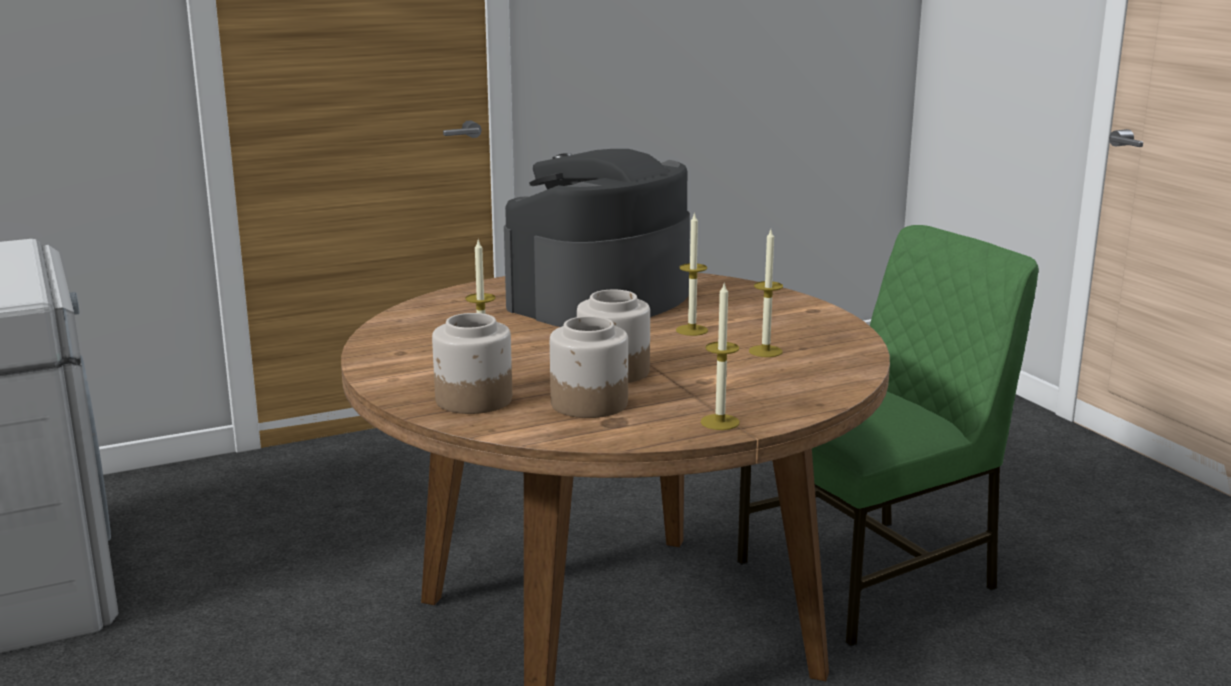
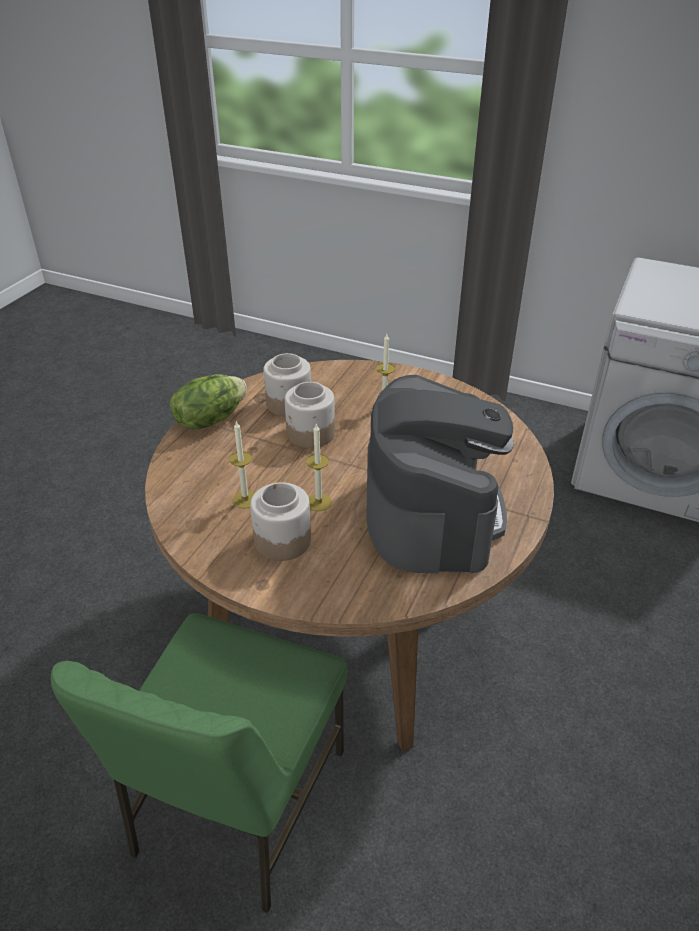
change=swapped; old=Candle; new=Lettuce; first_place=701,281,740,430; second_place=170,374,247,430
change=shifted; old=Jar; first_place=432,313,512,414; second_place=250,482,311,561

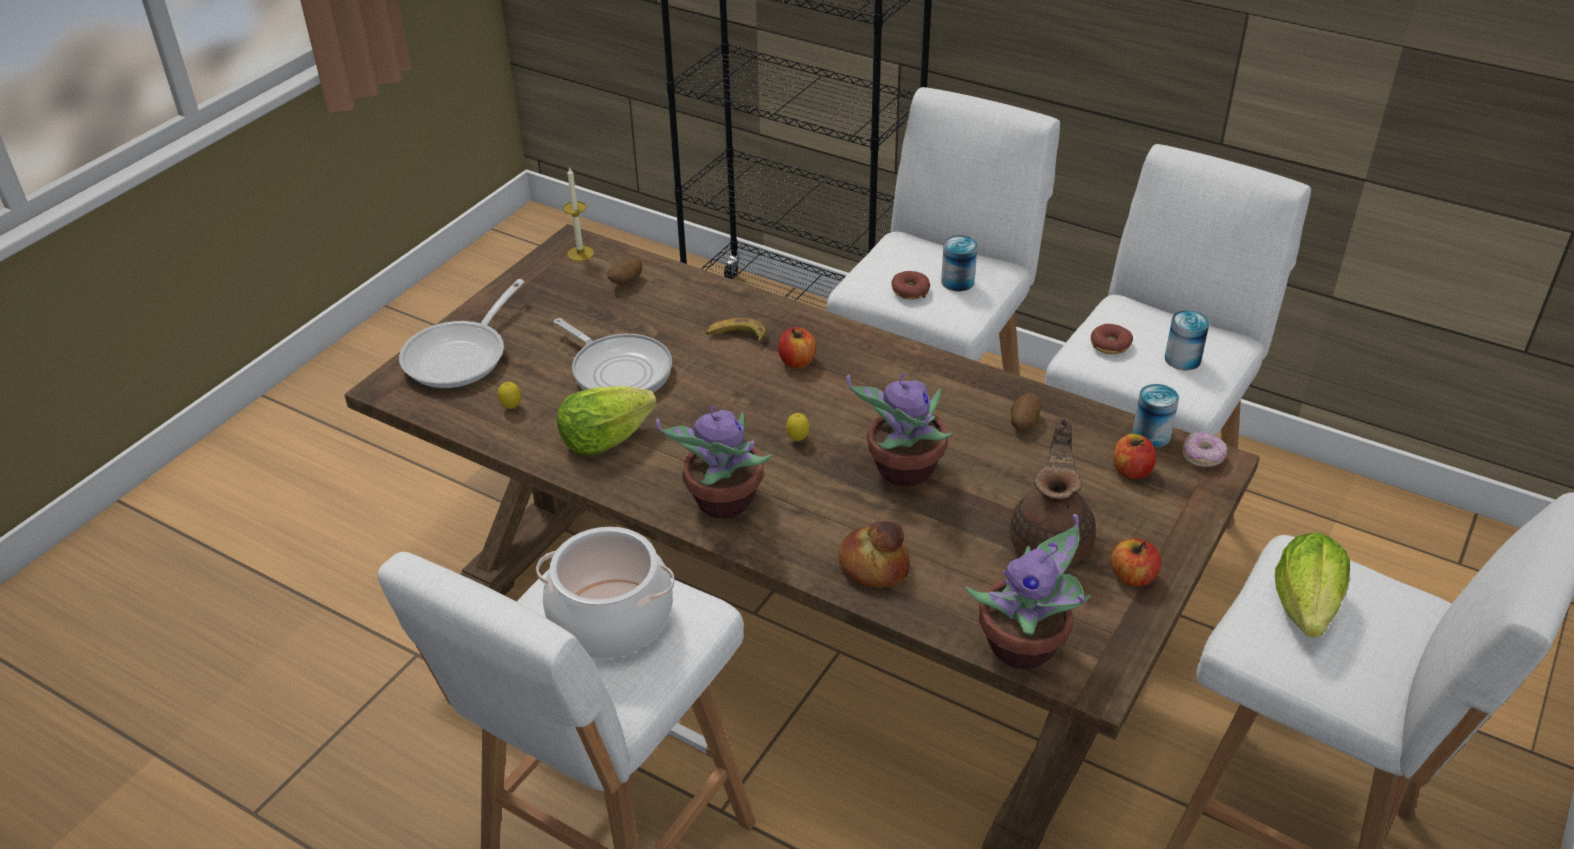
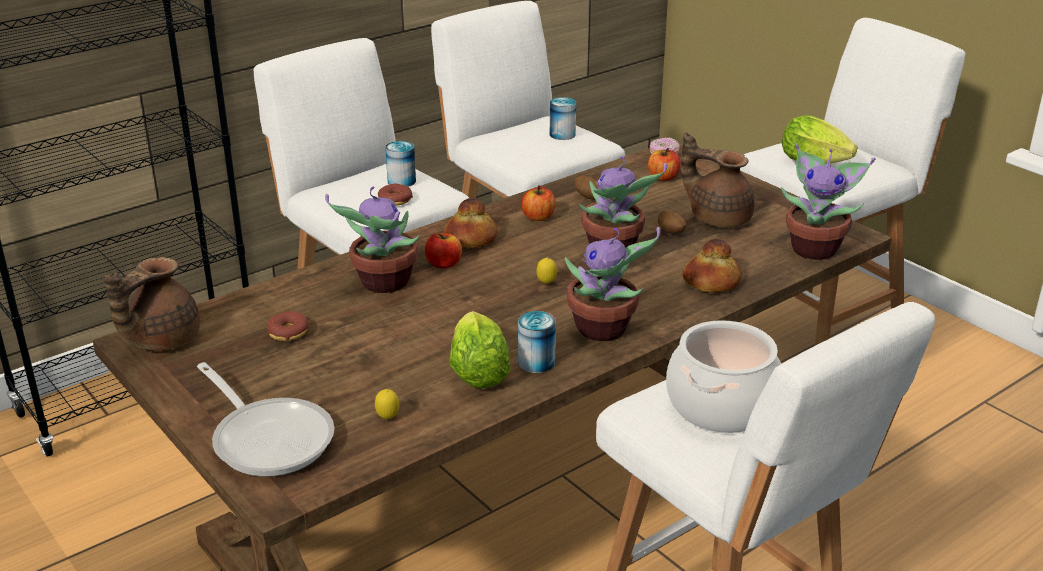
change=swapped; old=Candle; new=BrownTeapot; first_place=563,166,594,261; second_place=104,257,200,351
change=shifted; old=Potato; first_place=607,258,642,284; second_place=658,210,687,234
change=gone; old=FryingPan; first_place=553,318,672,393
change=swapped; old=Banana; new=PottedPlant; first_place=706,318,767,344; second_place=325,186,420,293
change=shifted; old=Donut; first_place=1091,324,1133,354; second_place=267,311,309,341
change=shifted; old=Can; first_place=1132,384,1179,448; second_place=518,311,556,373
change=shifted; old=Apple; first_place=1111,538,1161,587; second_place=522,185,555,221
change=new; new=Bread; second_place=443,198,498,249

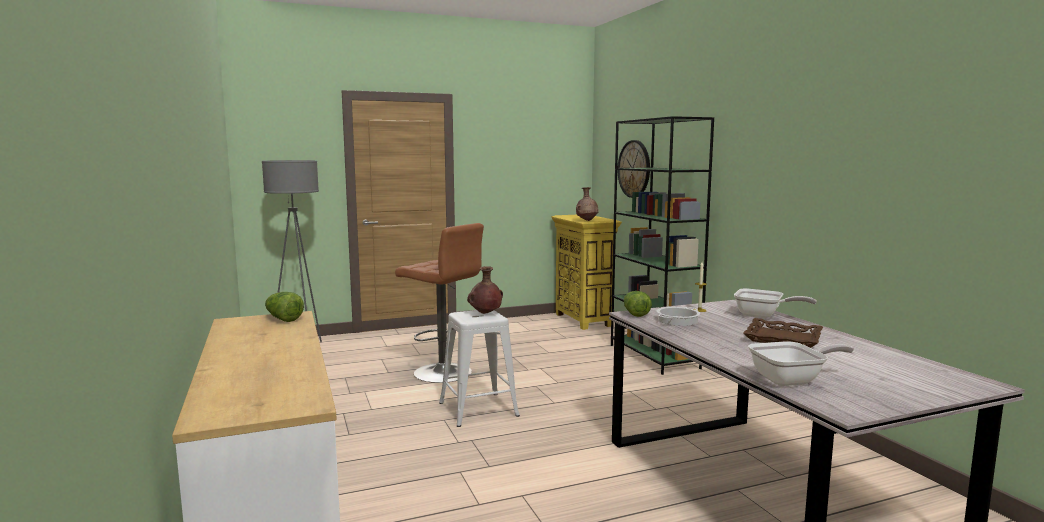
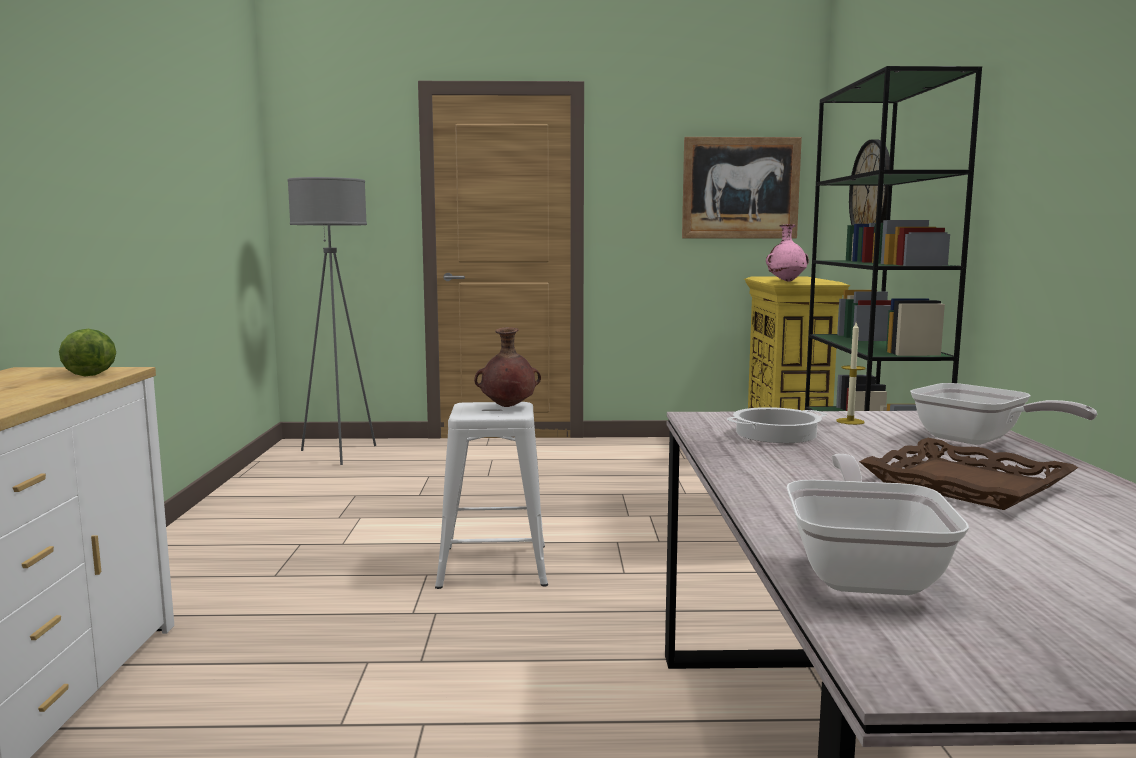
change=repainted; old=BrownVase; new=PinkVase; first_place=576,187,599,221; second_place=766,224,809,282
change=gone; old=BrownStool; first_place=395,223,484,383
change=gone; old=Lettuce; first_place=624,291,652,317
change=rotated; old=FryingPan; first_place=748,342,854,386; second_place=786,454,969,595; degrees=-90
change=new; new=Picture; second_place=682,137,802,238

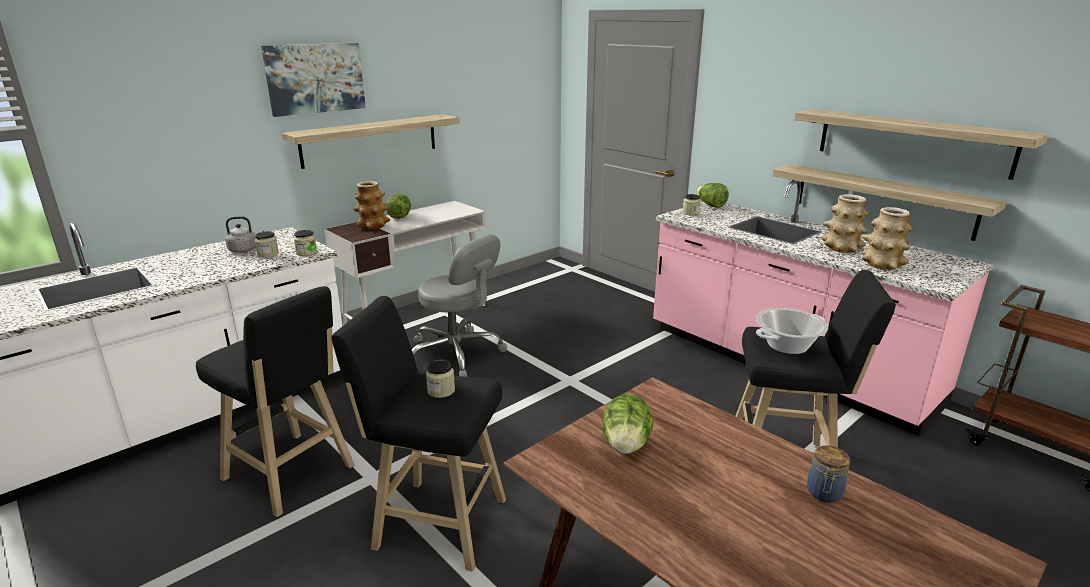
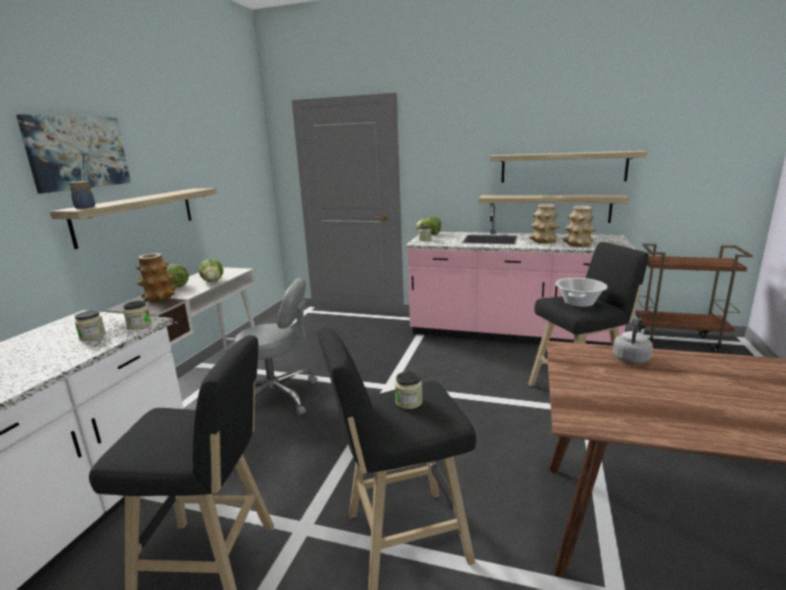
change=shifted; old=GreyKettle; first_place=225,216,264,253; second_place=613,318,653,364
change=shifted; old=Lettuce; first_place=602,394,653,454; second_place=199,259,223,282
change=shifted; old=Jar; first_place=807,446,850,503; second_place=69,181,95,209

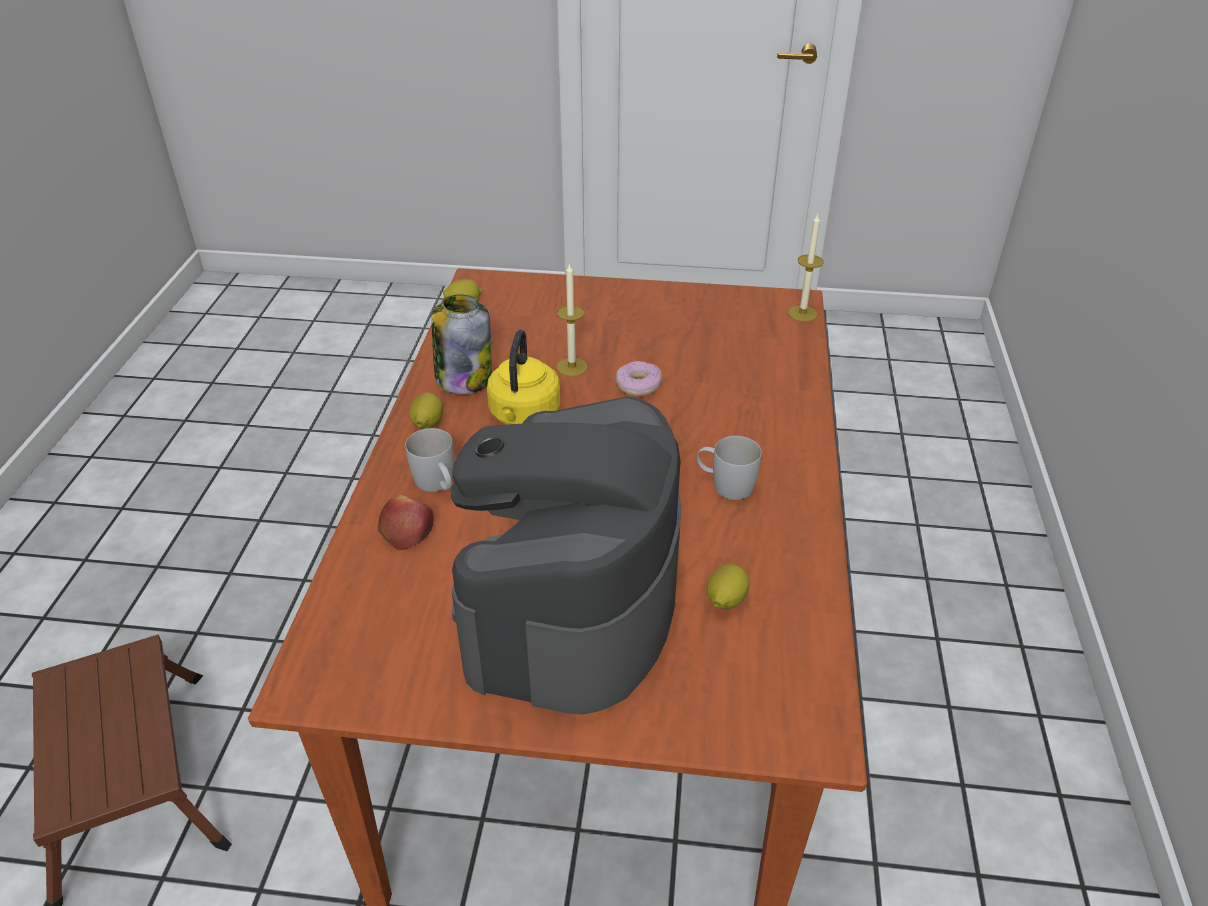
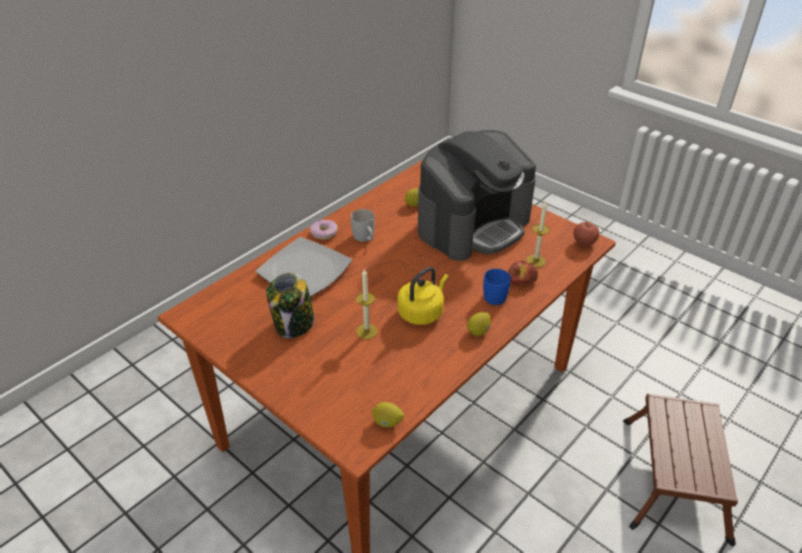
change=shifted; old=Candle; first_place=788,214,824,322; second_place=526,200,550,267
change=shifted; old=Jar; first_place=431,294,492,394; second_place=266,273,315,338
change=shifted; old=Donut; first_place=615,361,663,396; second_place=310,220,338,240
change=repainted; old=WhiteMug; new=BlueMug; first_place=405,428,454,492; second_place=483,269,511,305
change=new; new=Apple; second_place=574,222,599,247
change=new; new=Plate; second_place=256,237,352,297

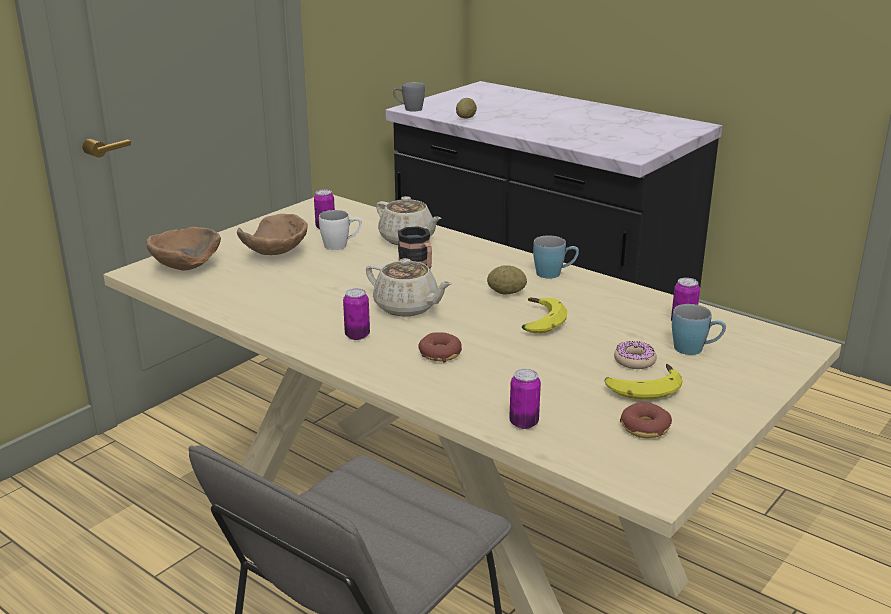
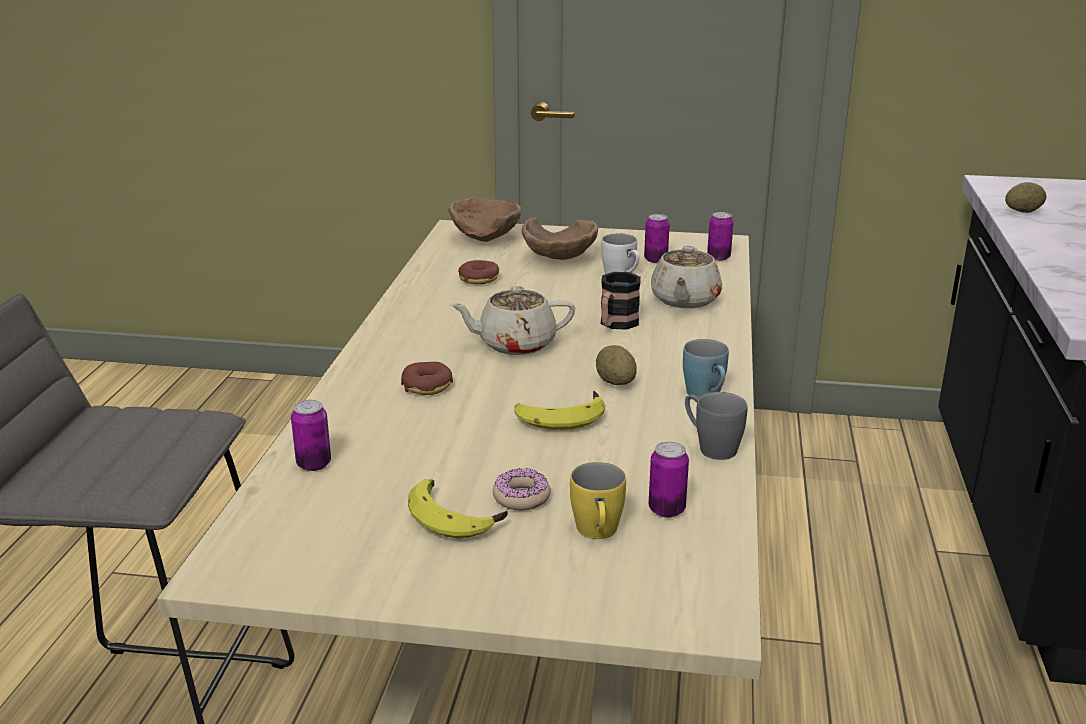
change=shifted; old=GreyMug; first_place=393,82,425,111; second_place=685,392,748,460
change=rotated; old=BeigeTeapot; first_place=366,258,452,316; second_place=450,286,575,355; degrees=75
change=shifted; old=Can; first_place=343,288,370,340; second_place=707,212,734,261
change=repainted; old=BlueMug; new=YellowMug; first_place=672,304,726,355; second_place=570,462,626,539
change=shifted; old=Donut; first_place=620,402,672,438; second_place=458,260,499,284

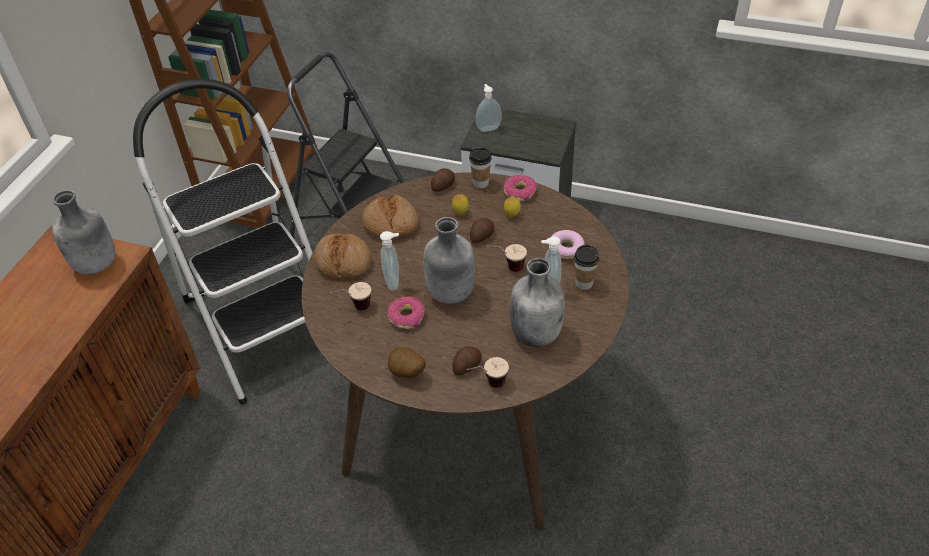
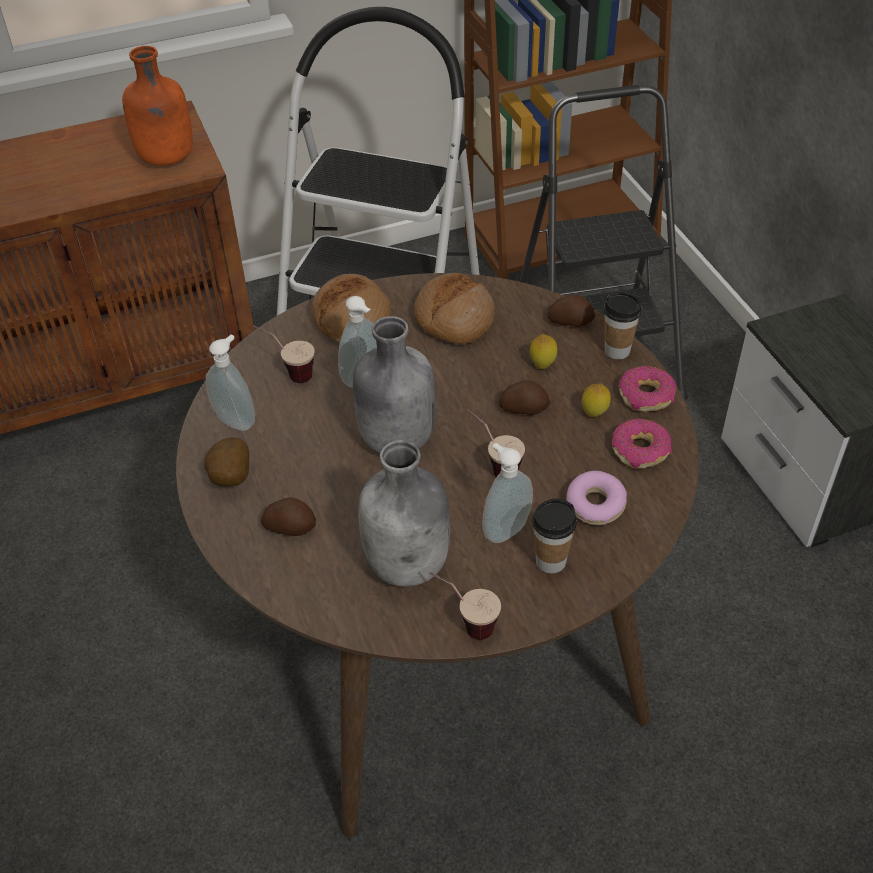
change=shifted; old=SoapDispenser; first_place=476,84,502,132; second_place=206,335,255,431
change=repainted; old=GreyBottle; new=OrangeBottle; first_place=52,190,115,274; second_place=122,46,193,166
change=shifted; old=Donut; first_place=388,296,425,329; second_place=612,419,672,469
change=shifted; old=Cup; first_place=467,357,509,388; second_place=428,571,501,640

